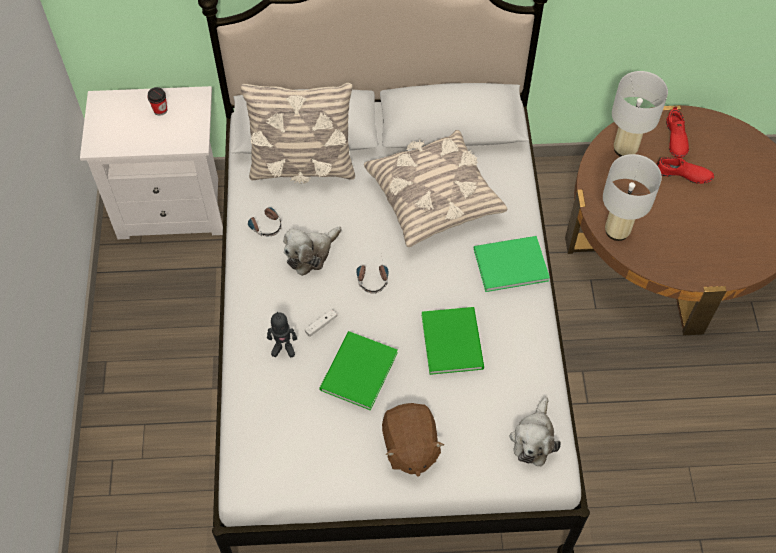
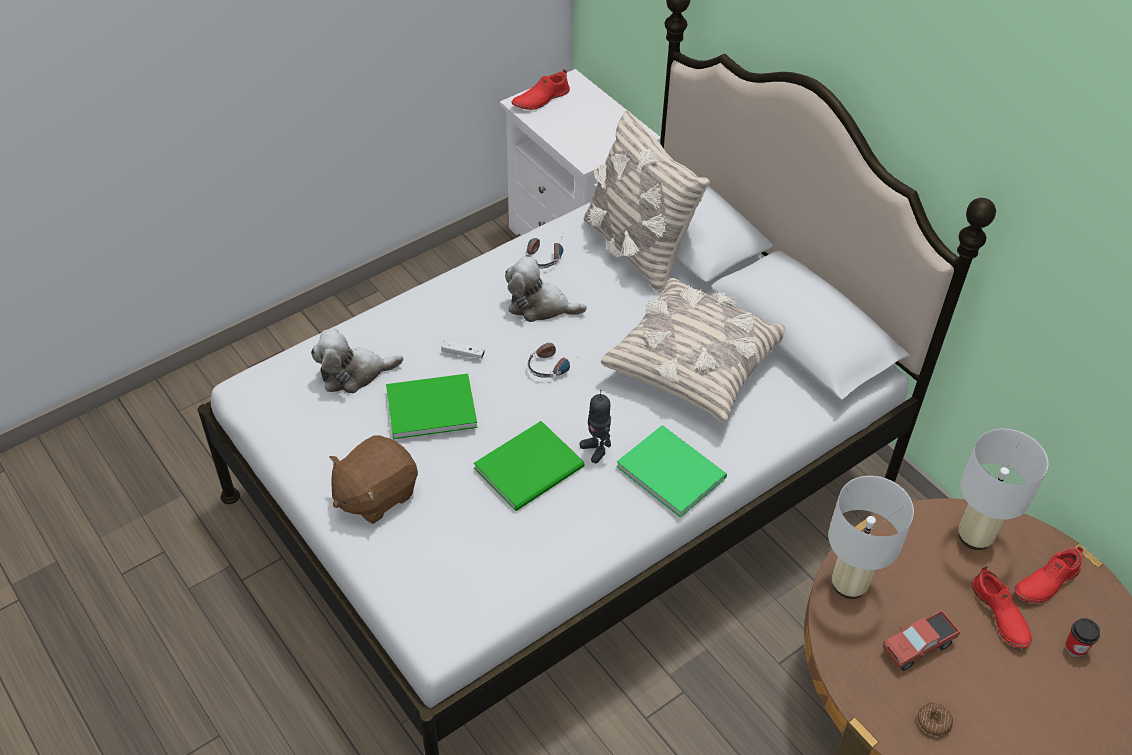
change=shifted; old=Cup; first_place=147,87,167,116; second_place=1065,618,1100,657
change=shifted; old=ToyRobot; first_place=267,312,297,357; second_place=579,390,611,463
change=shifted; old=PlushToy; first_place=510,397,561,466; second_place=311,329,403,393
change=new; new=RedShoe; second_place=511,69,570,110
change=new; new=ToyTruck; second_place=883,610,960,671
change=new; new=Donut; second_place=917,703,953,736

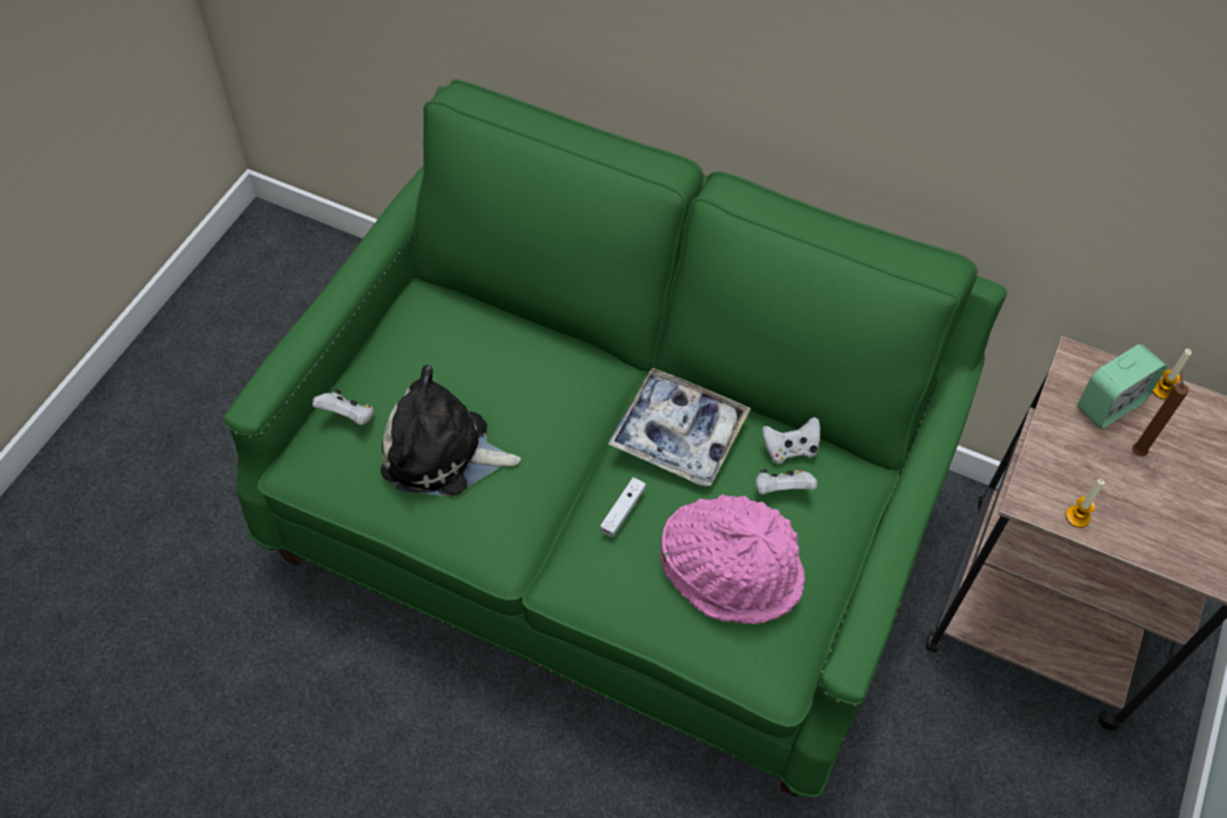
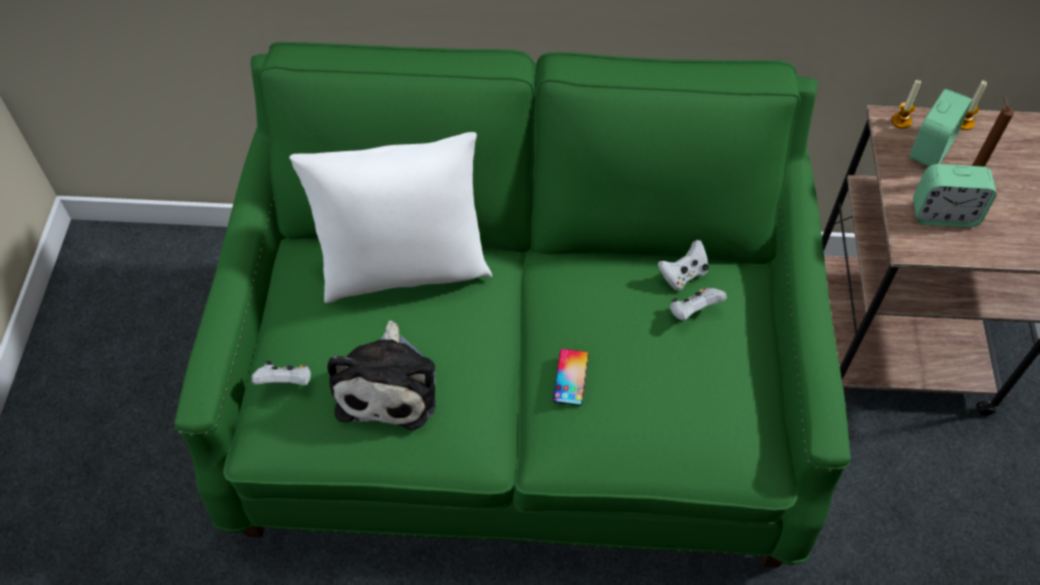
change=rotated; old=PlushToy; first_place=381,365,521,496; second_place=327,321,436,430; degrees=-75
change=gone; old=Tray; first_place=608,368,751,487
change=swapped; old=WhiteGameController; new=Phone; first_place=600,477,646,537; second_place=553,349,589,406
change=shifted; old=Candle; first_place=1066,479,1105,528; second_place=892,80,921,129
change=gone; old=PinkHat; first_place=660,494,805,624
change=new; new=WhitePillow; second_place=289,132,492,303
change=new; new=AlarmClock; second_place=913,164,997,227

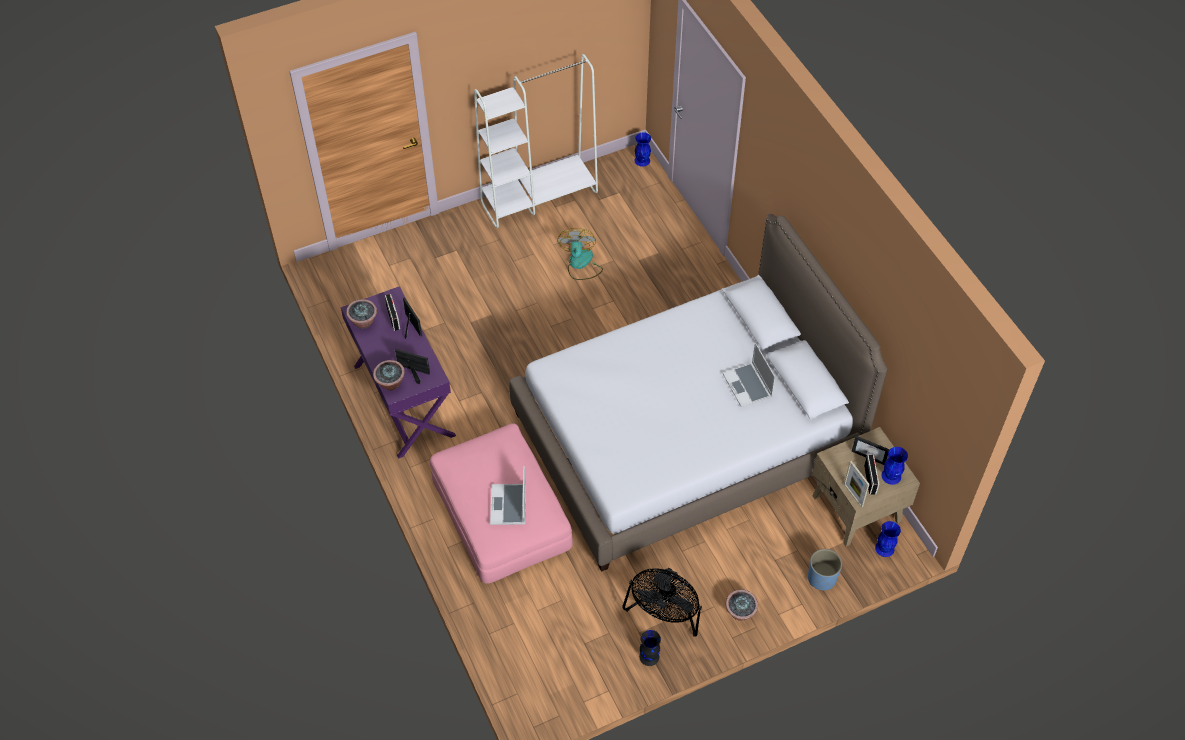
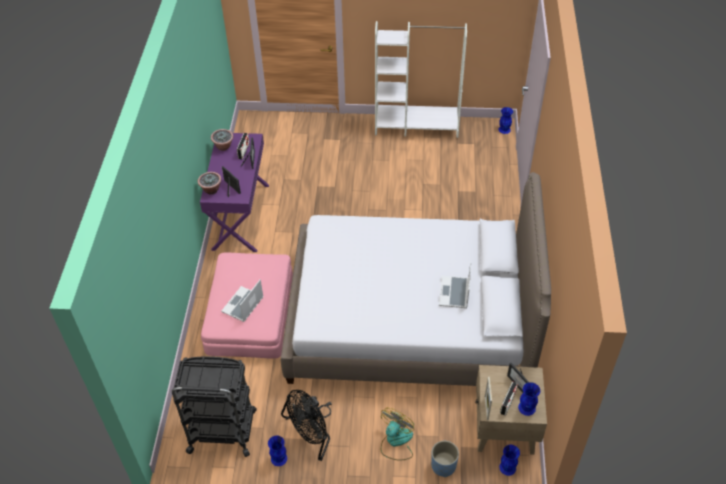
change=shifted; old=Fan; first_place=557,228,603,280; second_place=381,408,414,461
change=gone; old=PottedPlant; first_place=726,589,758,621
change=repainted; old=BlackVase; new=BlueVase; first_place=639,630,661,666; second_place=268,435,287,466
change=new; new=BlackCart; second_place=172,356,257,457

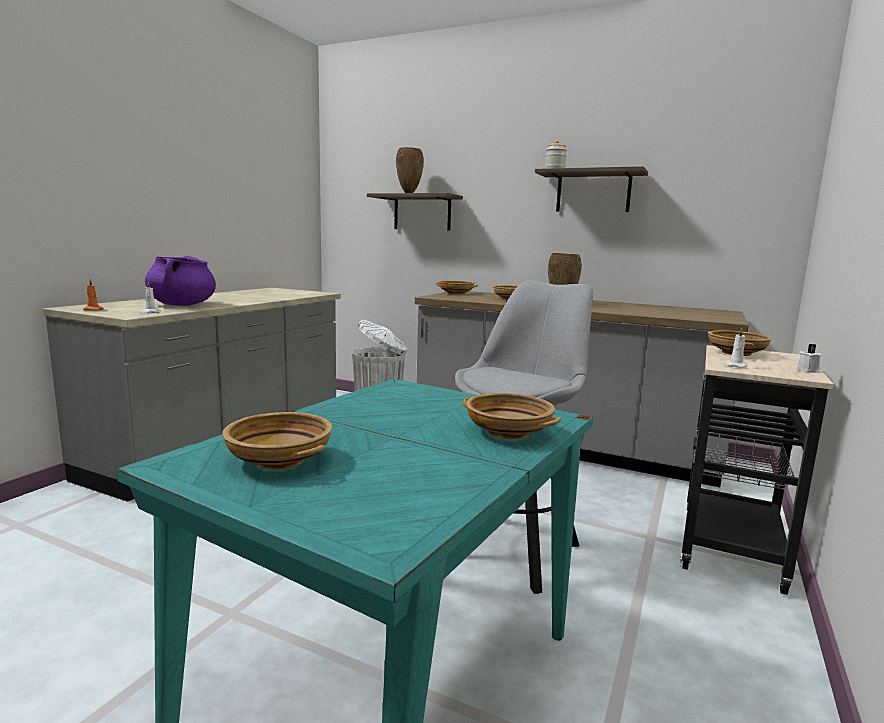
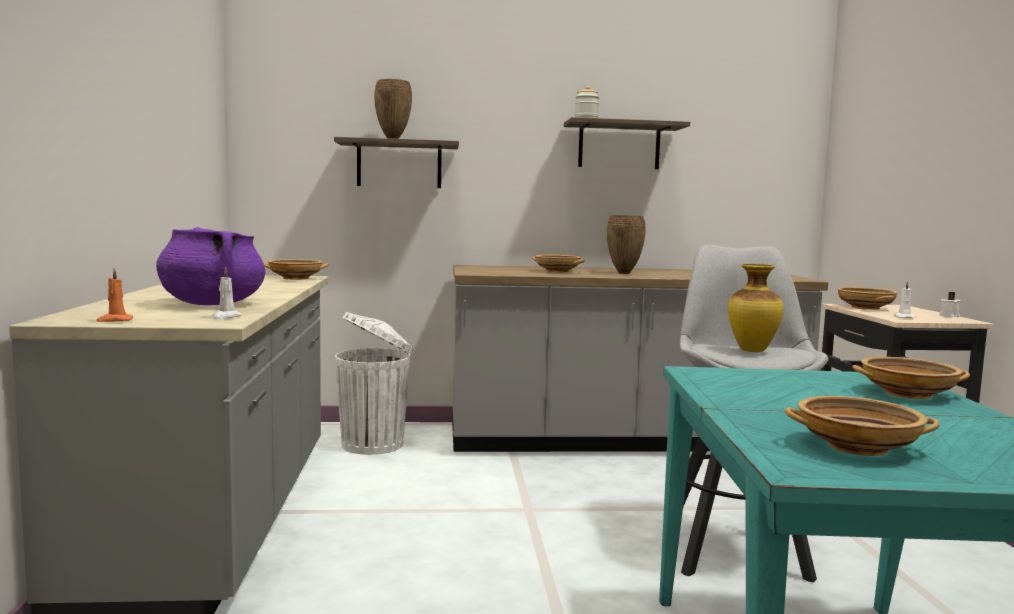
change=shifted; old=BeigeBowl; first_place=436,281,478,295; second_place=264,259,329,280
change=new; new=Vase; second_place=728,264,783,352

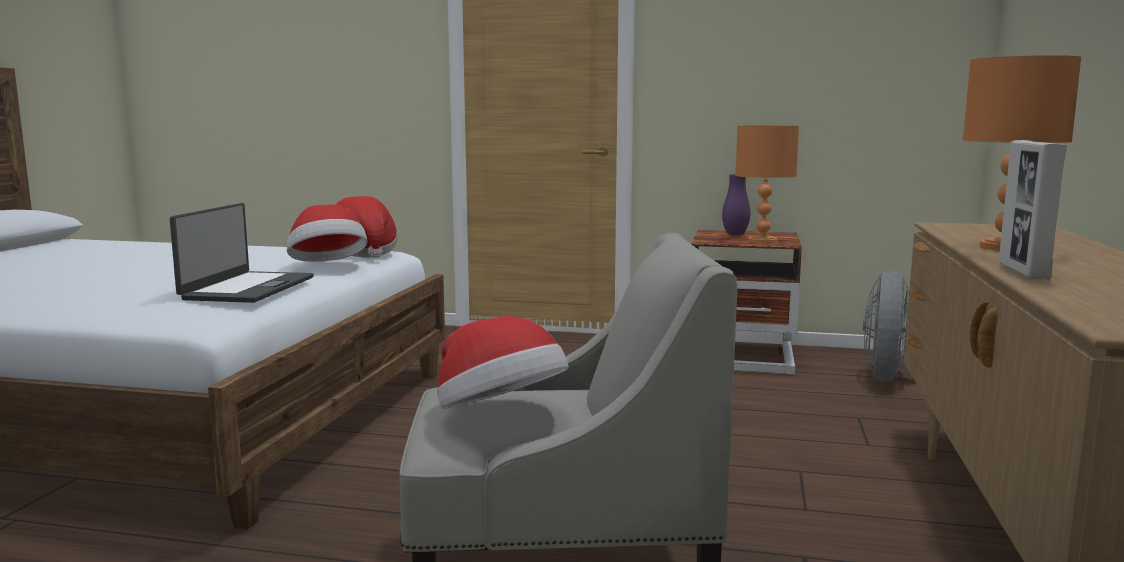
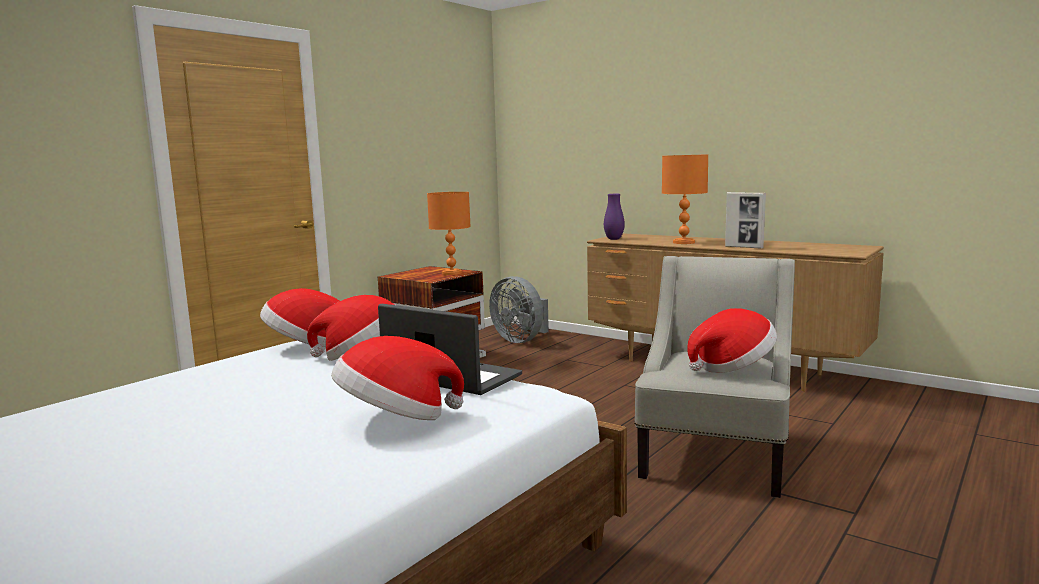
change=shifted; old=PurpleVase; first_place=722,174,750,236; second_place=604,194,625,240
change=new; new=Hat; second_place=331,336,464,420

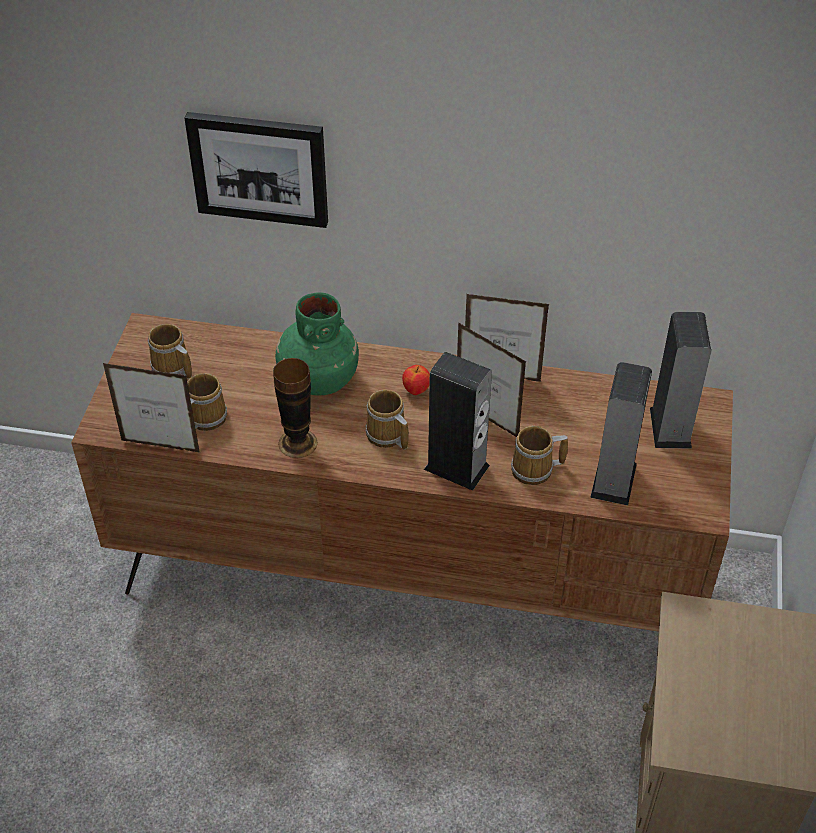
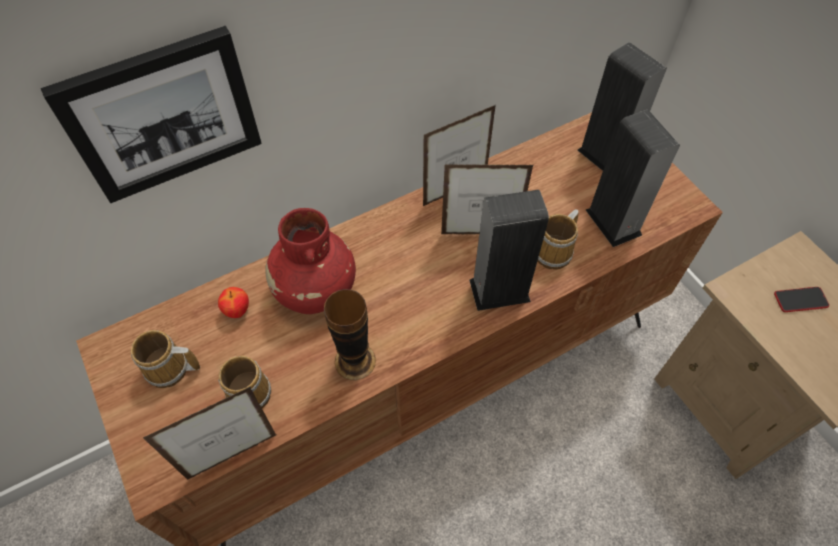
change=repainted; old=GreenVase; new=RedVase; first_place=275,293,359,395; second_place=265,208,356,314
change=shifted; old=Apple; first_place=402,365,430,395; second_place=218,287,249,318
change=gone; old=Mug; first_place=365,389,409,450
change=new; new=Phone; second_place=774,287,829,312

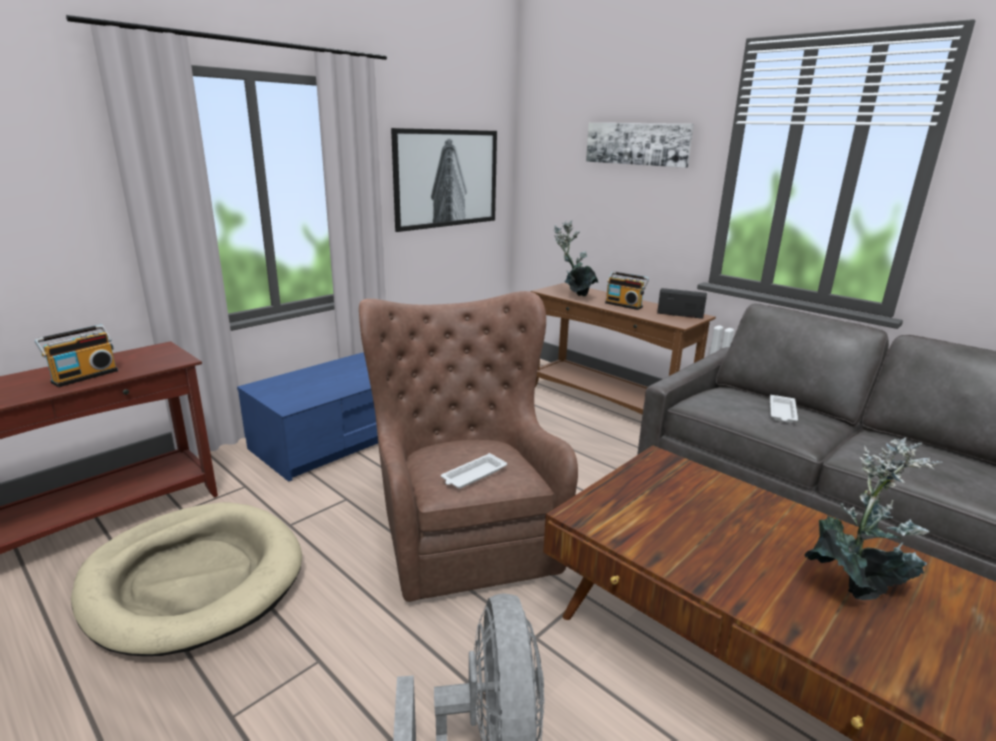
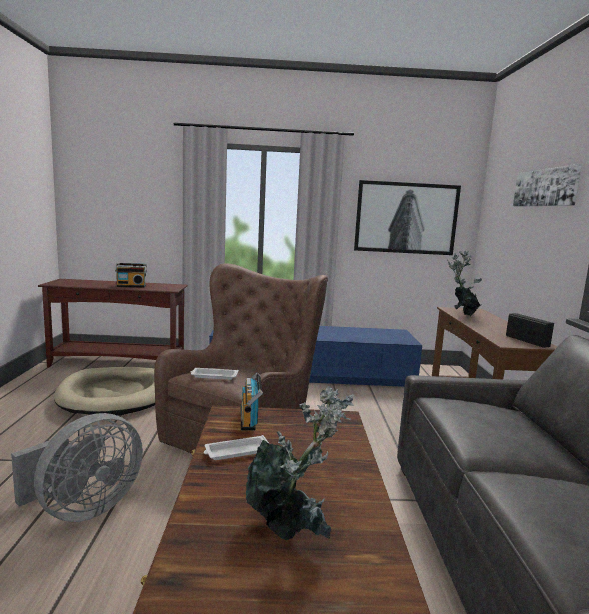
change=shifted; old=Radio; first_place=605,271,649,310; second_place=240,372,263,431
change=shifted; old=WhiteTray; first_place=770,395,798,423; second_place=204,435,269,460

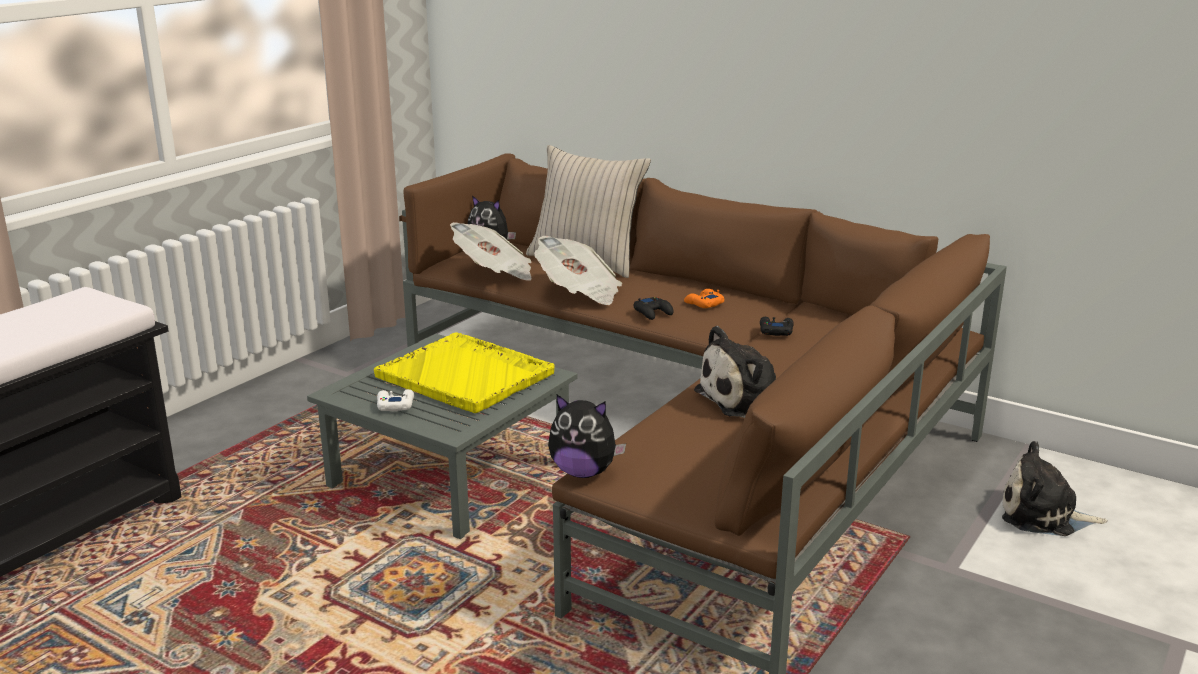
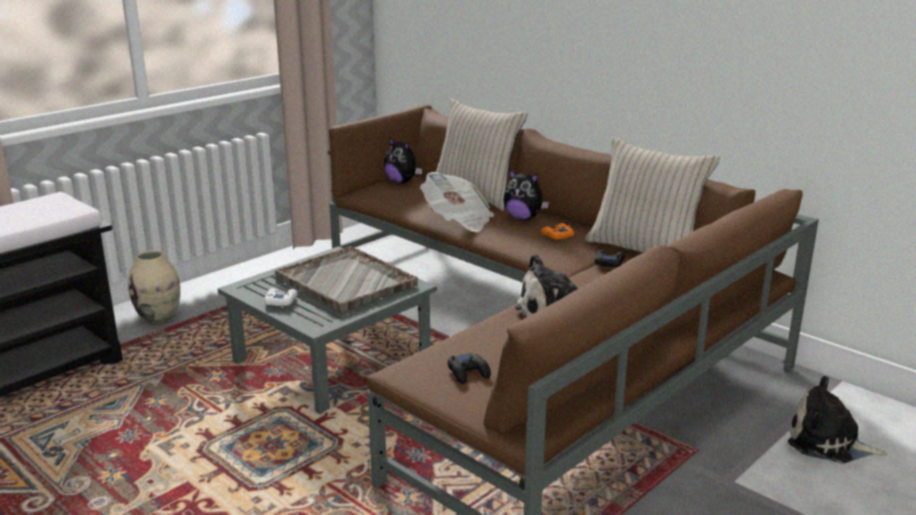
change=gone; old=Newspaper; first_place=450,222,532,281
change=shifted; old=BlackGameController; first_place=633,297,674,320; second_place=447,353,491,384
change=repainted; old=YellowTray; new=GreyTray; first_place=374,332,555,413; second_place=275,246,418,313
change=shifted; old=PlushToy; first_place=548,395,626,478; second_place=503,170,549,220
change=new; new=BeigePillow; second_place=585,137,720,252
change=new; new=BeigeVase; second_place=128,250,180,323

